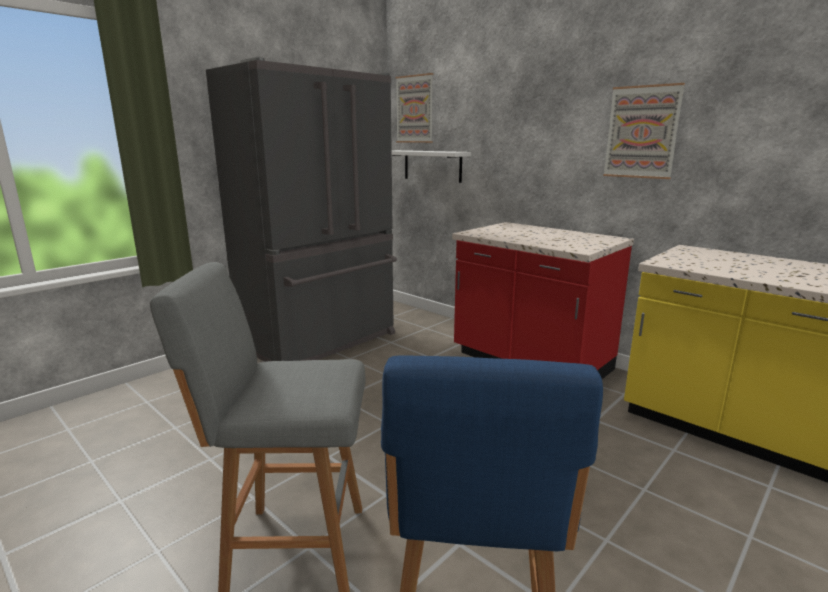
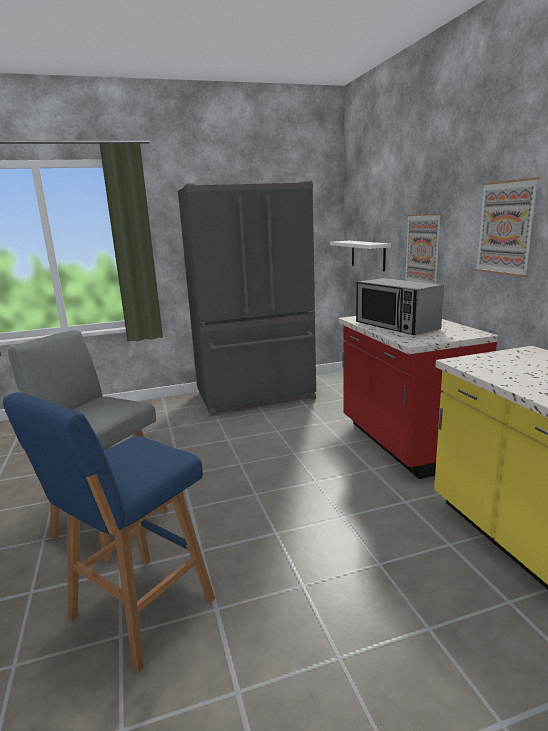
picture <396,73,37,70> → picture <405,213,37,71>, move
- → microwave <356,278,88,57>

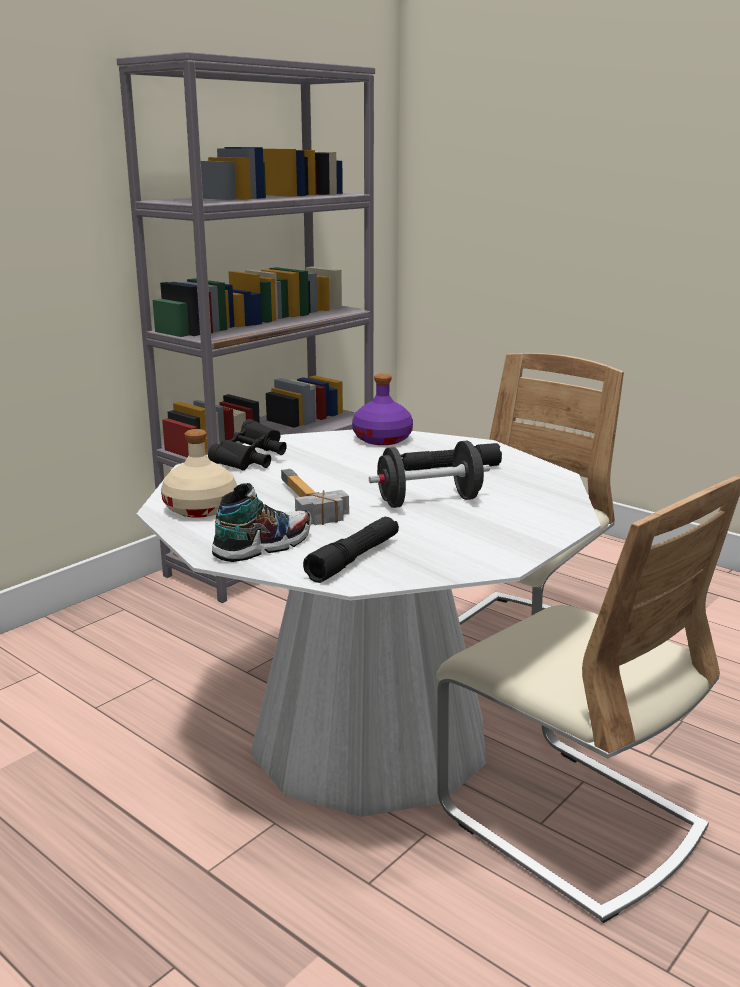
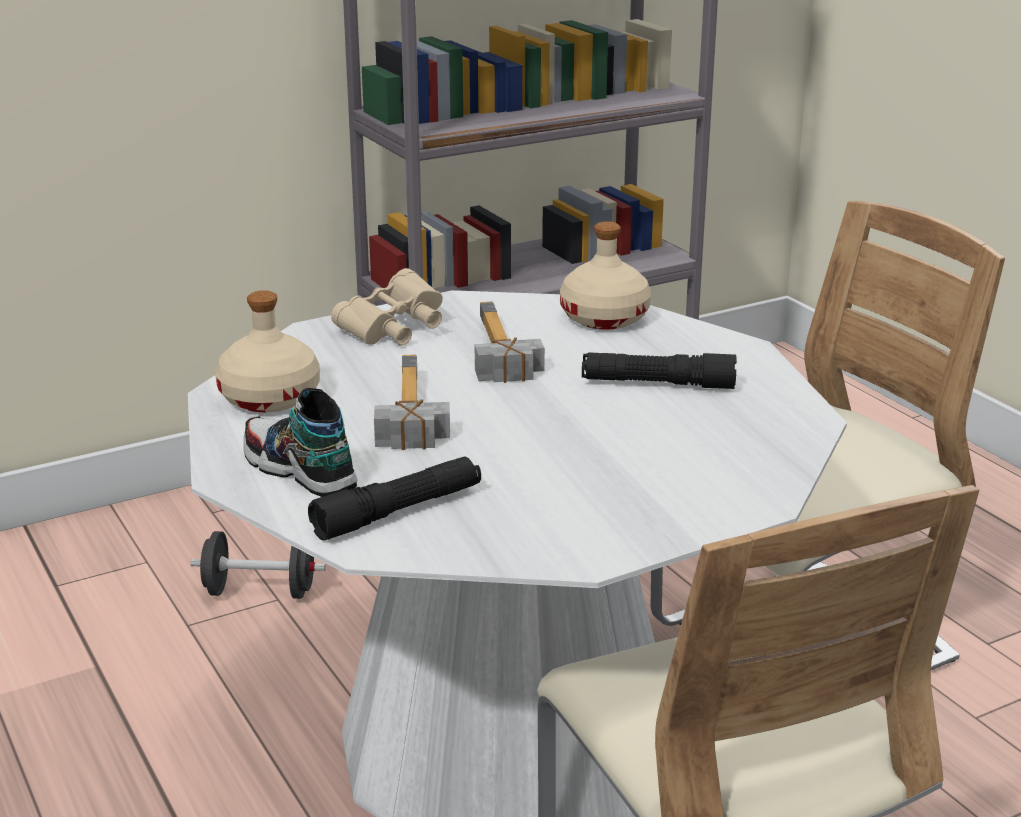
black binoculars <208,419,79,51> → beige binoculars <331,268,112,78>
shoe <212,483,100,79> → shoe <243,388,115,109>, 120 degrees counterclockwise
purple bottle <352,374,61,71> → beige bottle <560,221,91,108>
black dumbbell <369,441,121,67> → black dumbbell <190,531,136,68>, move
- → hammer <475,301,70,82>

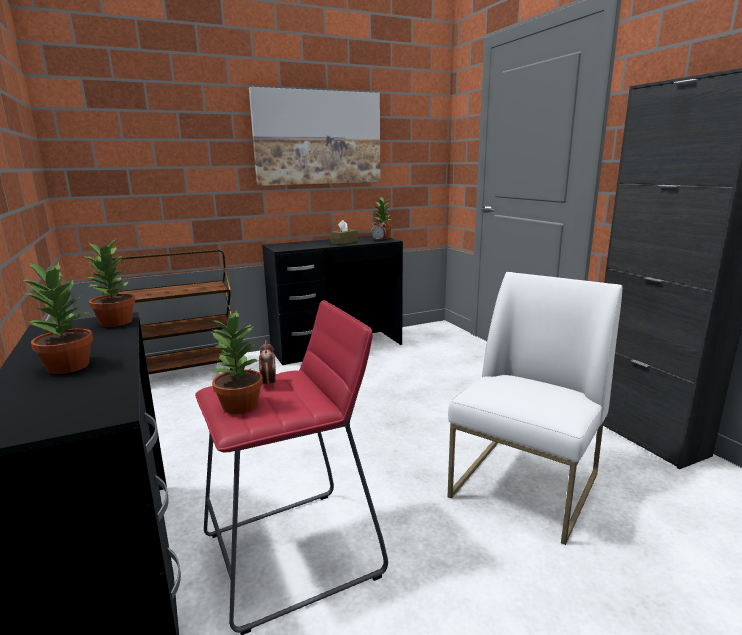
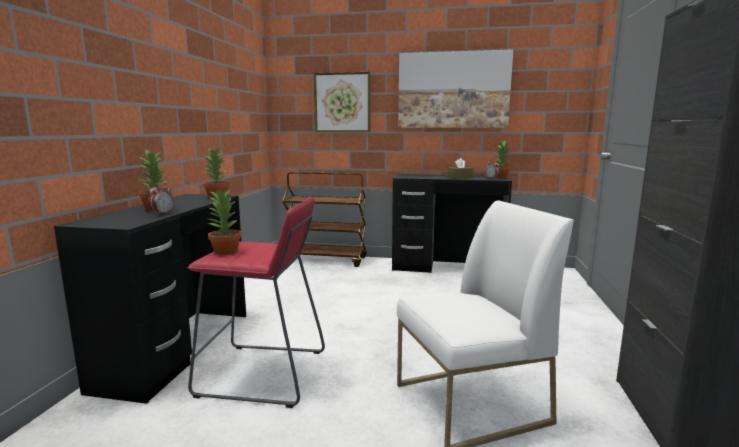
alarm clock <259,340,17,48> → alarm clock <148,182,25,33>, move
- → picture <314,72,57,60>

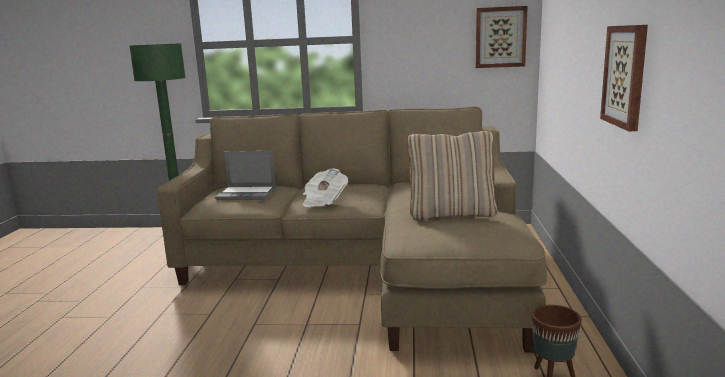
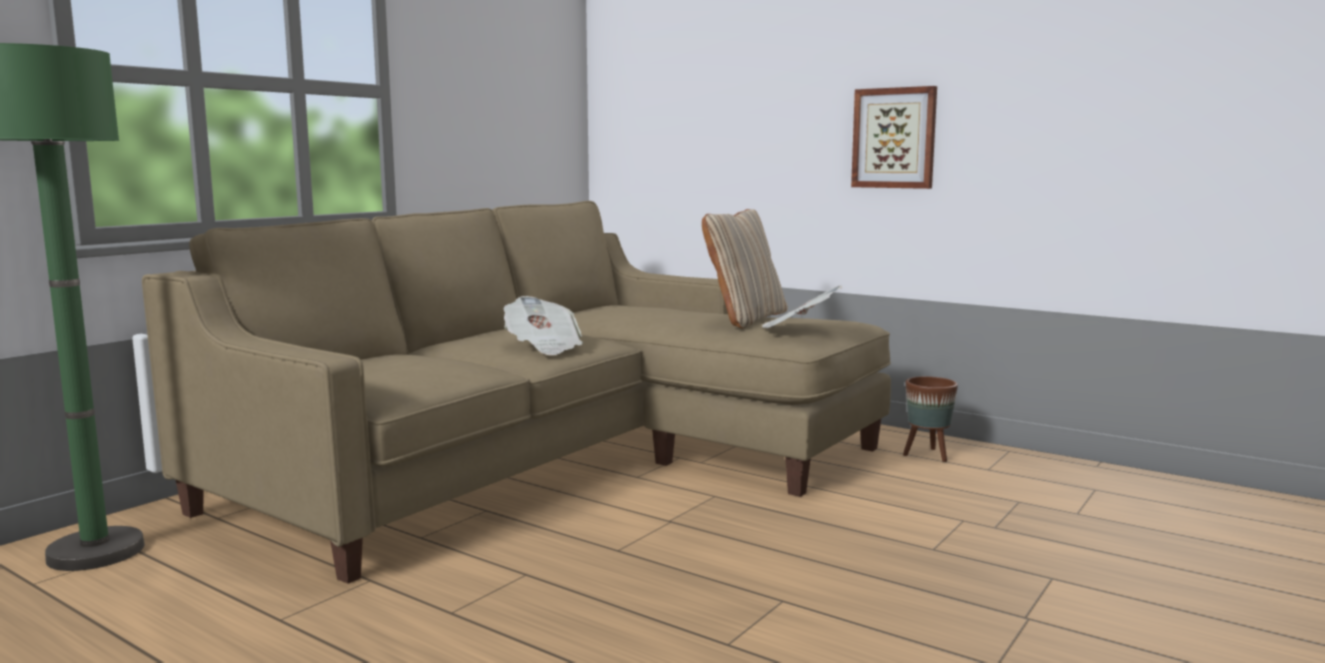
laptop <215,151,61,49> → -
picture <476,6,52,62> → -
- → newspaper <762,285,80,44>

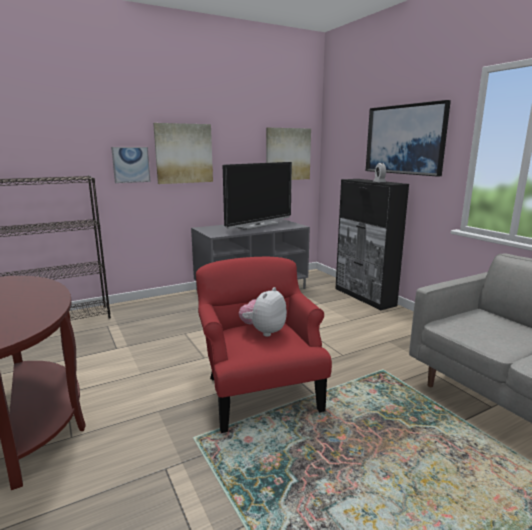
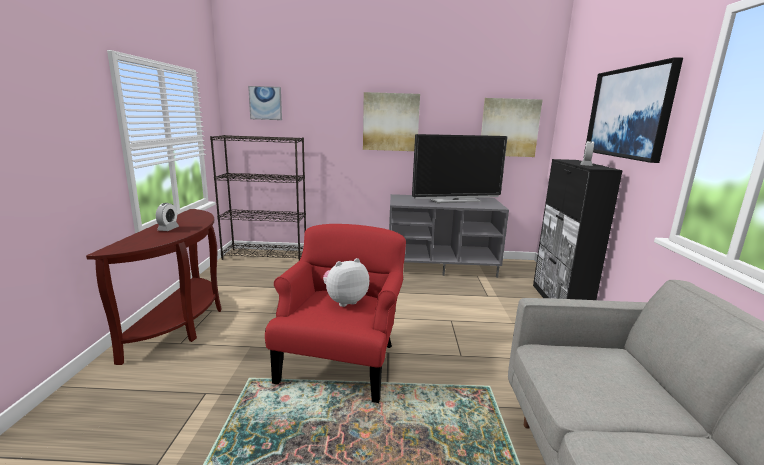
picture <111,147,40,36> → picture <248,86,34,34>, move
- → alarm clock <156,203,23,28>

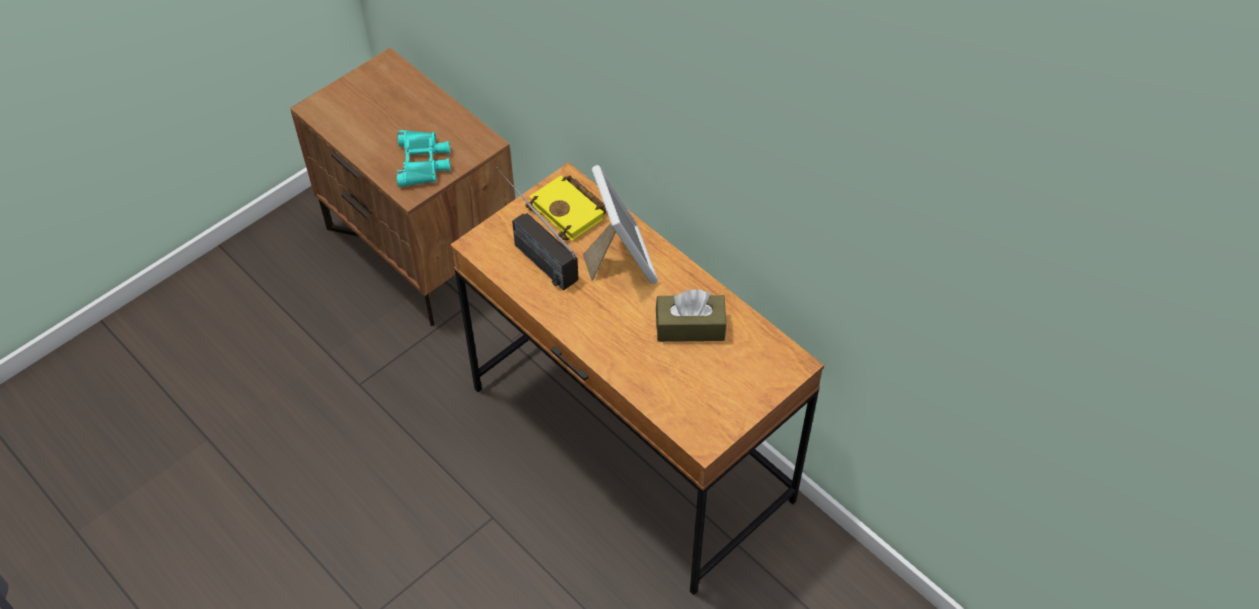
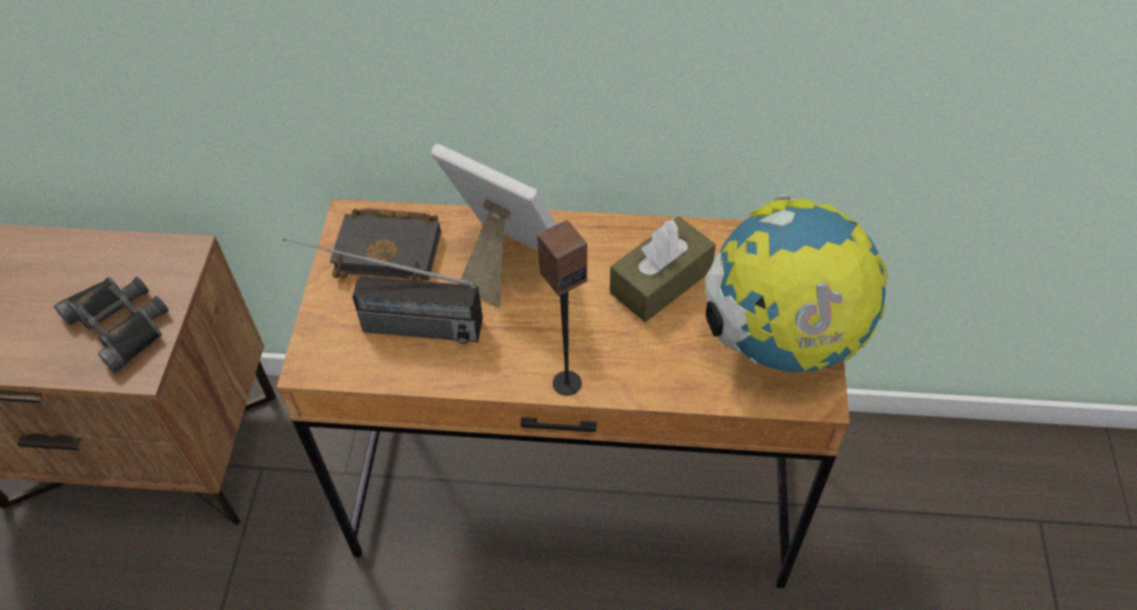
turquoise binoculars <396,130,54,57> → black binoculars <54,277,115,96>
yellow book <525,175,82,66> → black book <330,208,111,73>
- → speaker <537,220,50,176>
- → globe <705,195,182,177>

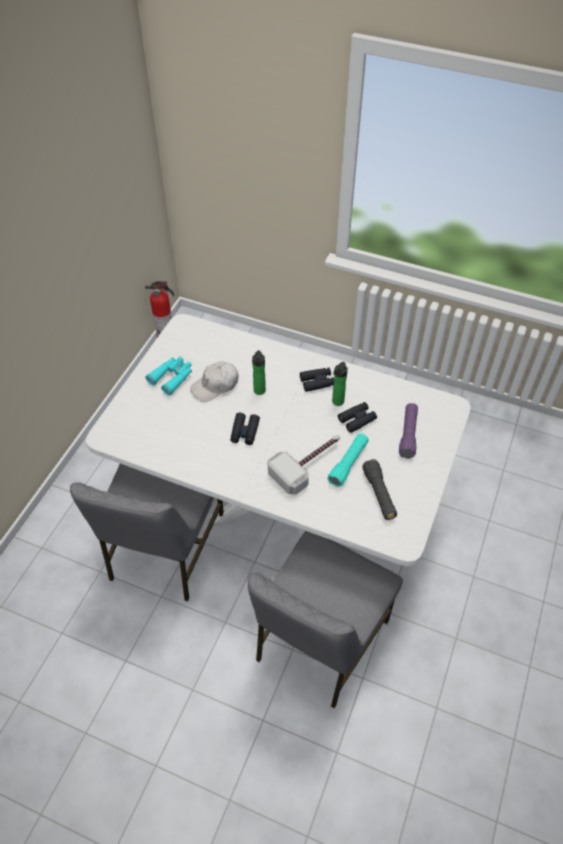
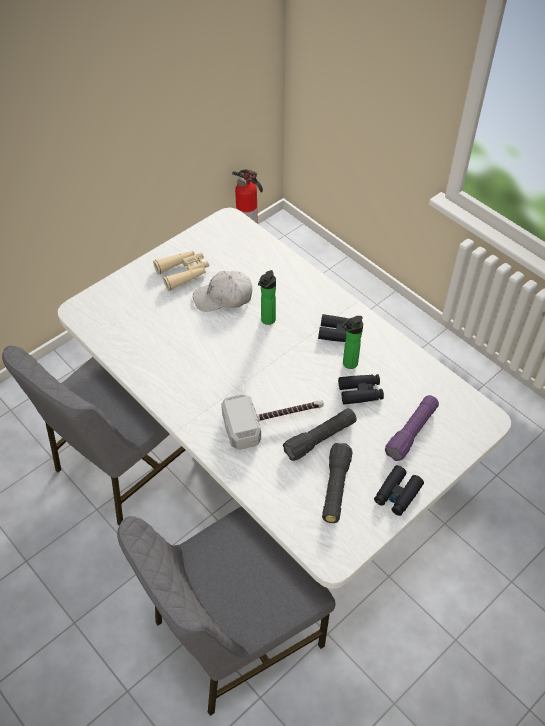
turquoise binoculars <145,357,47,39> → beige binoculars <153,251,56,40>
black binoculars <230,413,30,32> → black binoculars <374,465,50,51>, move
turquoise flashlight <327,433,41,54> → black flashlight <283,408,74,53>

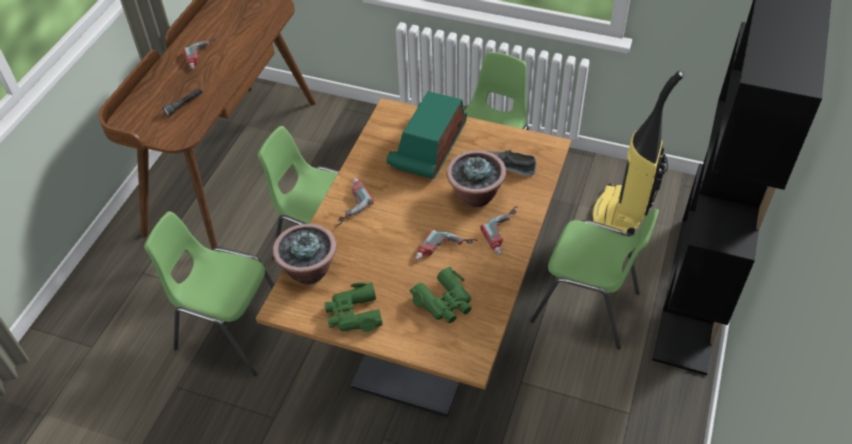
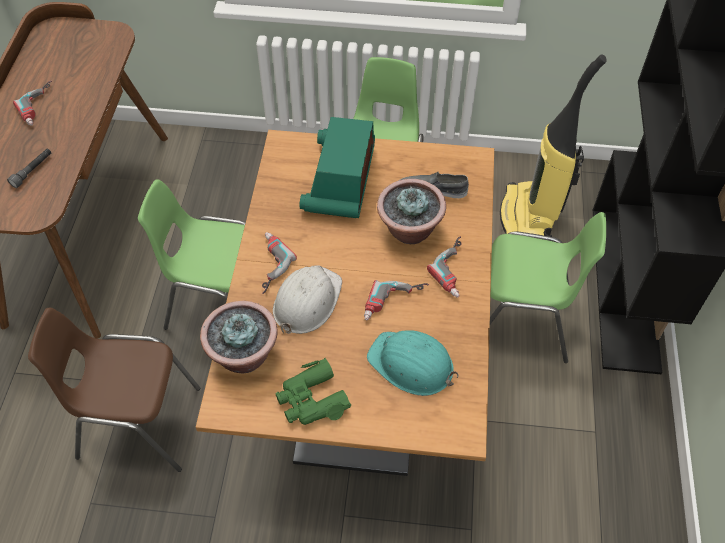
green chair <144,211,130,165> → brown chair <28,308,172,164>
green binoculars <410,267,62,56> → turquoise hard hat <367,330,92,66>
- → white hard hat <273,265,69,69>

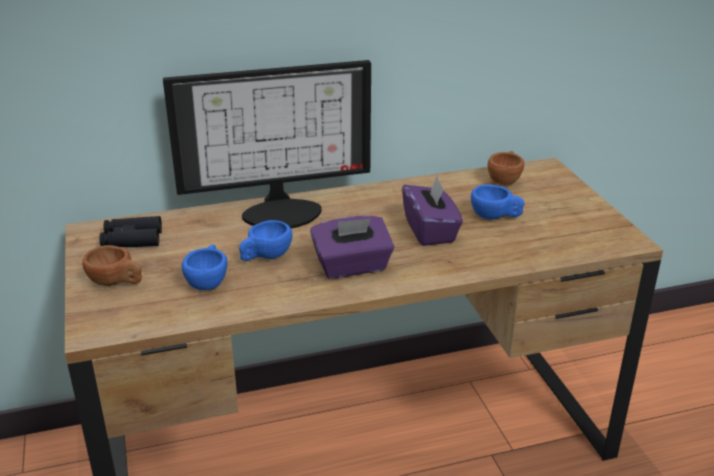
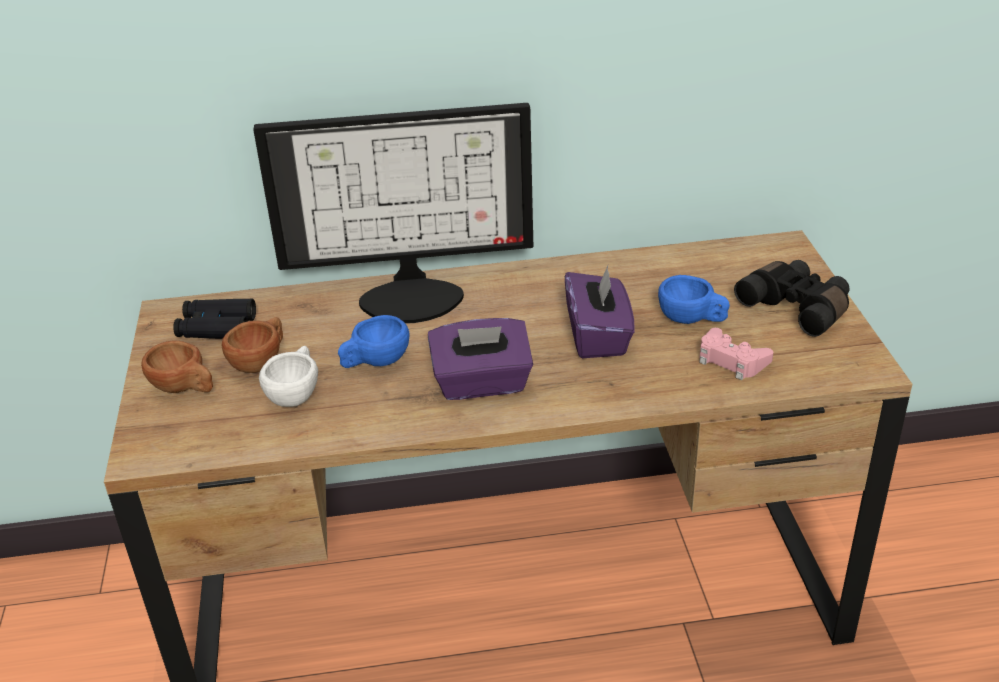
blue cup <182,244,46,46> → white cup <259,346,59,61>
brown cup <487,151,37,34> → brown cup <221,317,62,56>, move
- → pink game controller <699,328,74,52>
- → black binoculars <734,260,115,77>

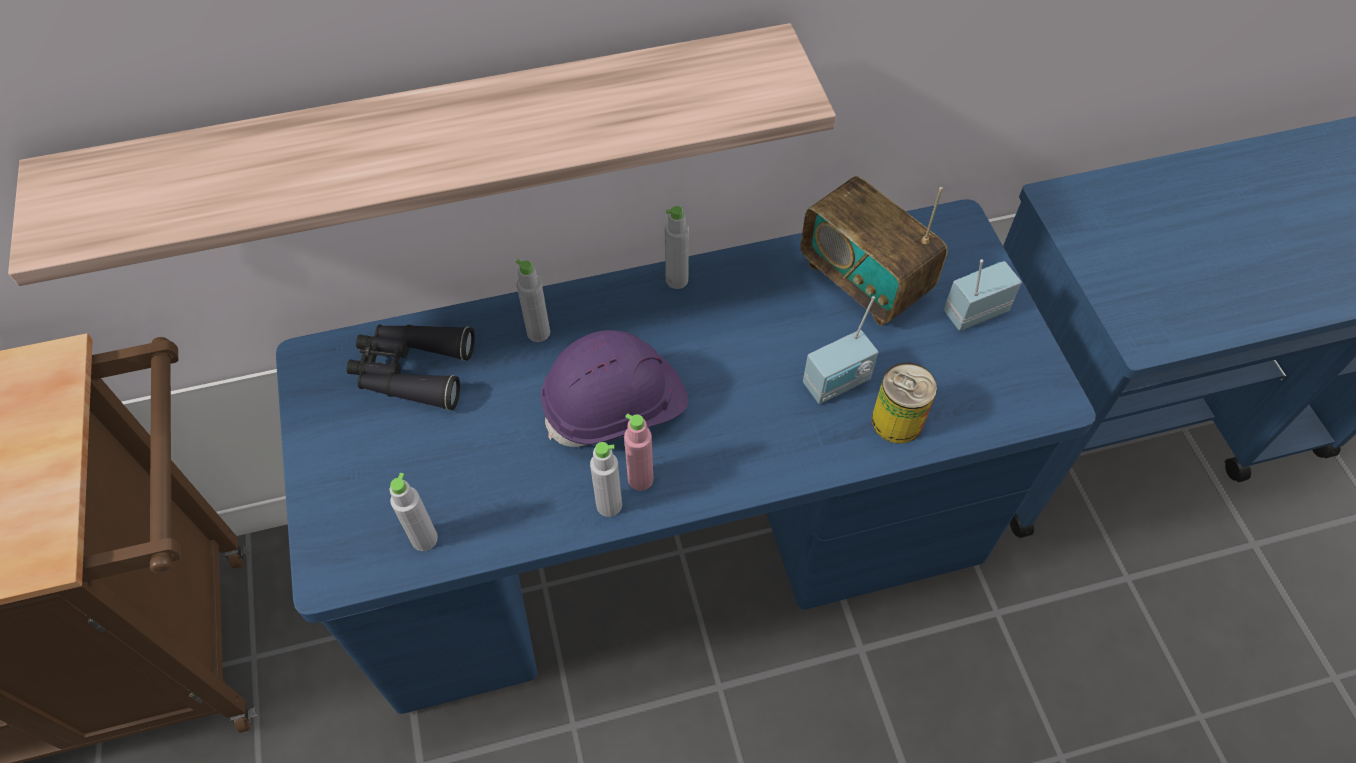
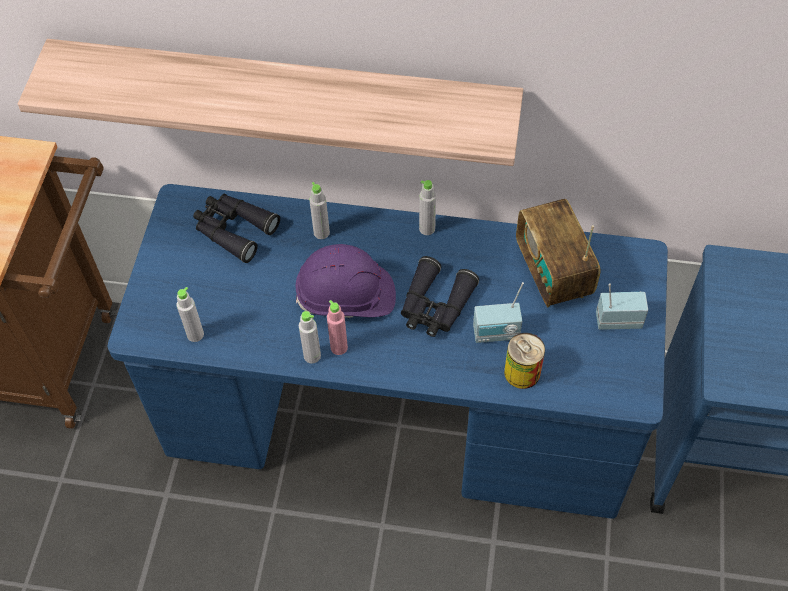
- → black binoculars <401,256,78,81>

